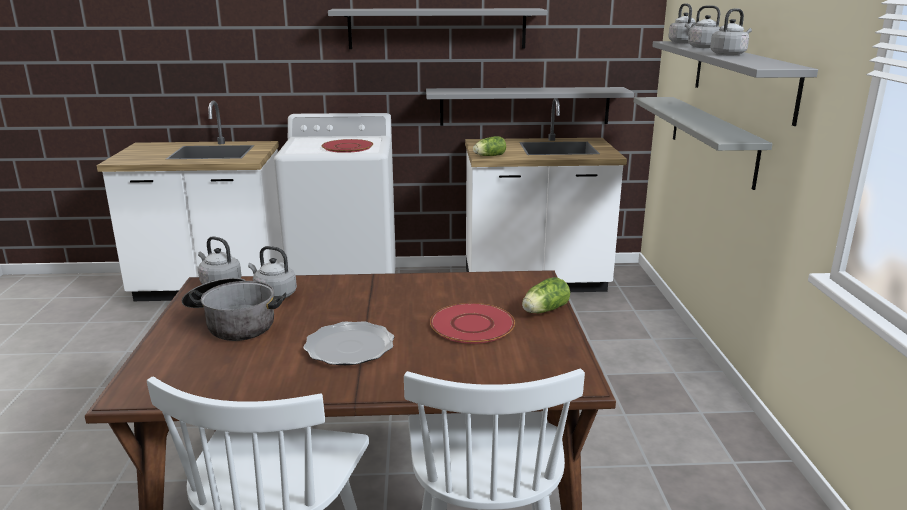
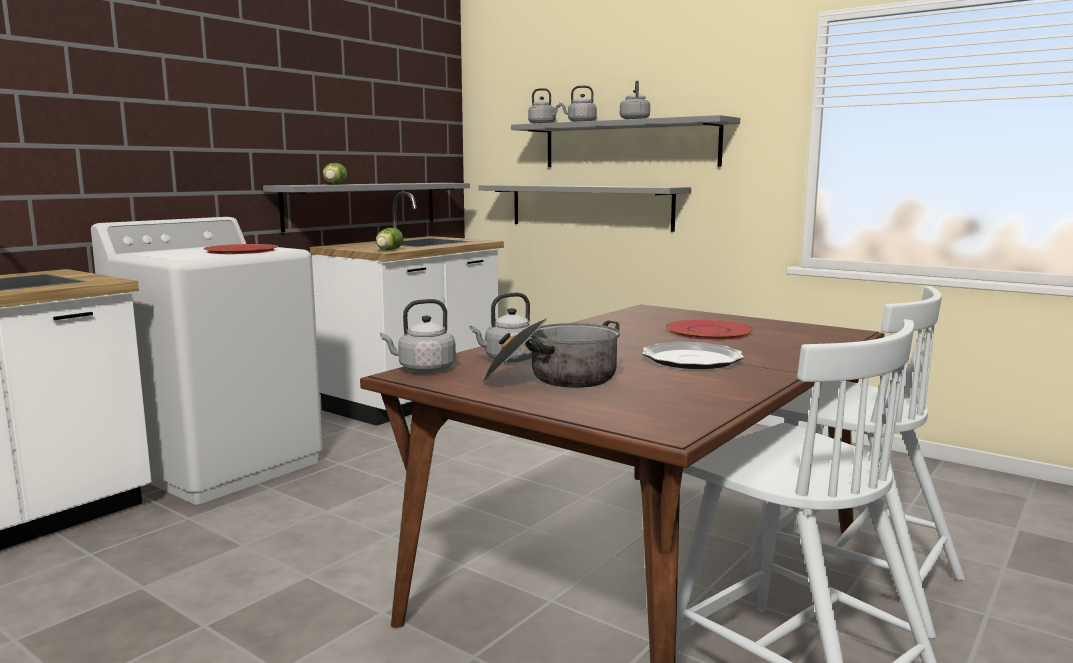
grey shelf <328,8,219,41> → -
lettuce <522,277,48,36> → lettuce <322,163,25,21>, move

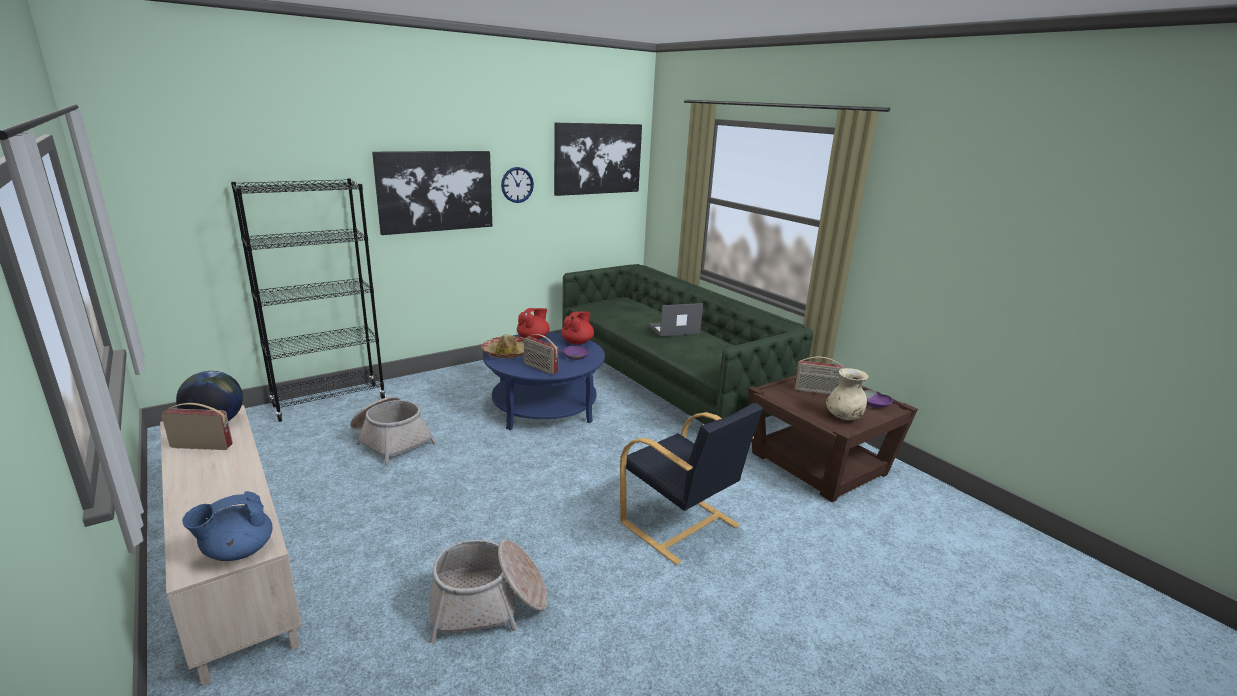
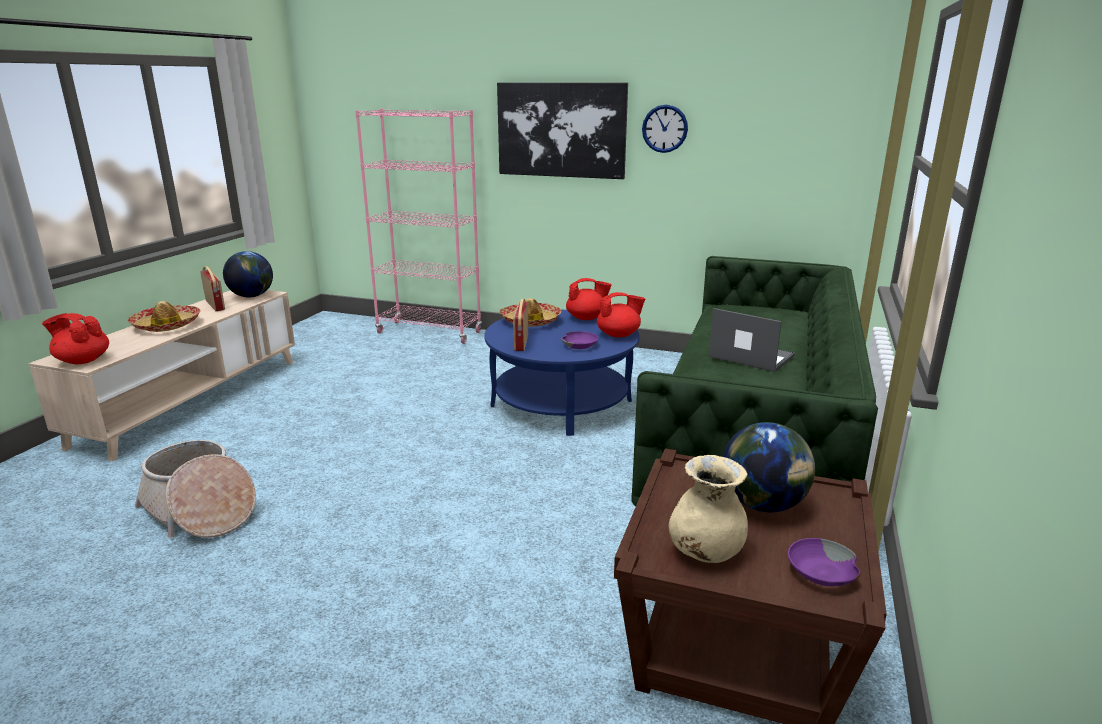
blue teapot <182,491,91,70> → red teapot <42,313,67,51>
black bookcase <231,178,155,244> → pink bookcase <355,109,127,235>
basket <350,396,86,69> → -
picture <554,123,88,73> → -
black armchair <620,403,143,162> → -
radio <794,357,50,38> → globe <723,422,92,90>
- → hat <128,301,72,31>

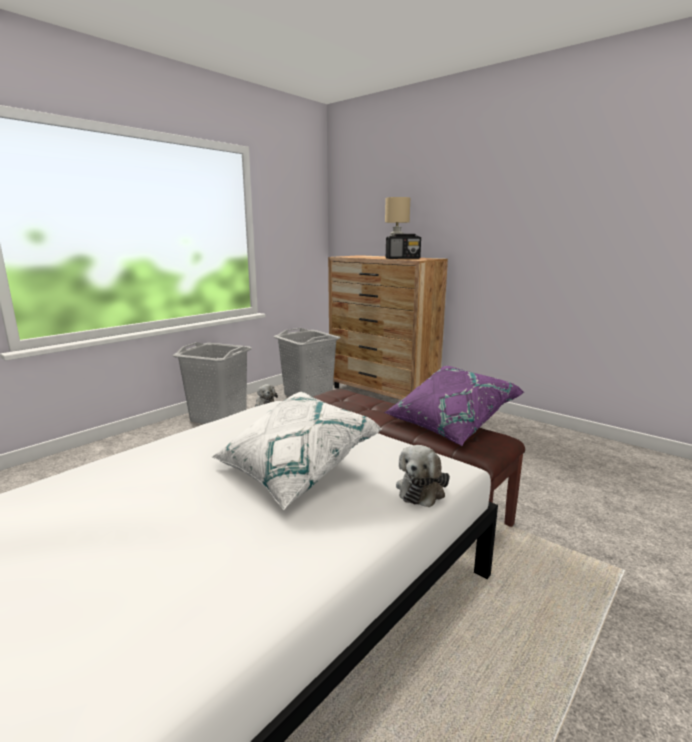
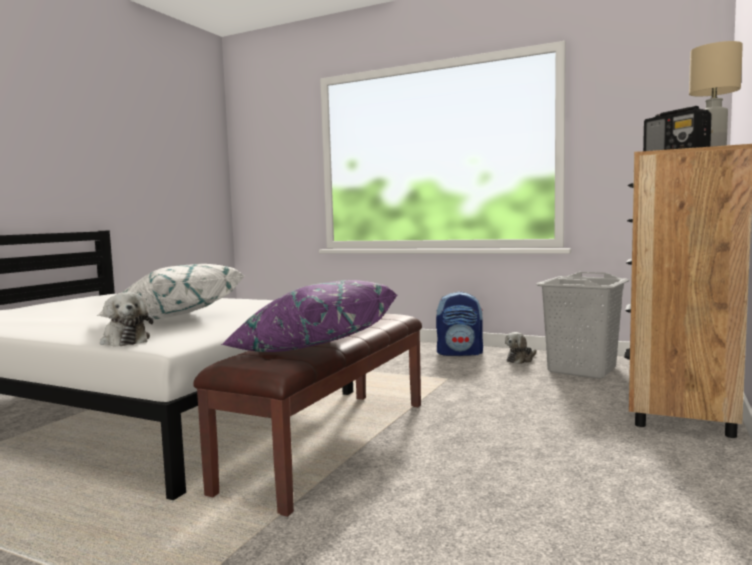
grey laundry basket <173,342,79,82> → backpack <436,292,47,64>
plush toy <396,445,54,62> → plush toy <100,292,54,54>, 135 degrees counterclockwise

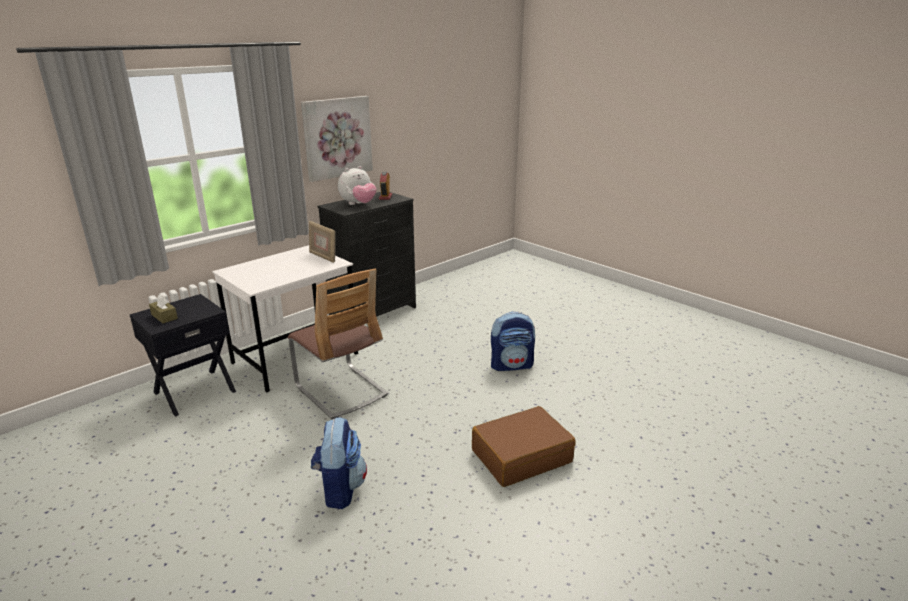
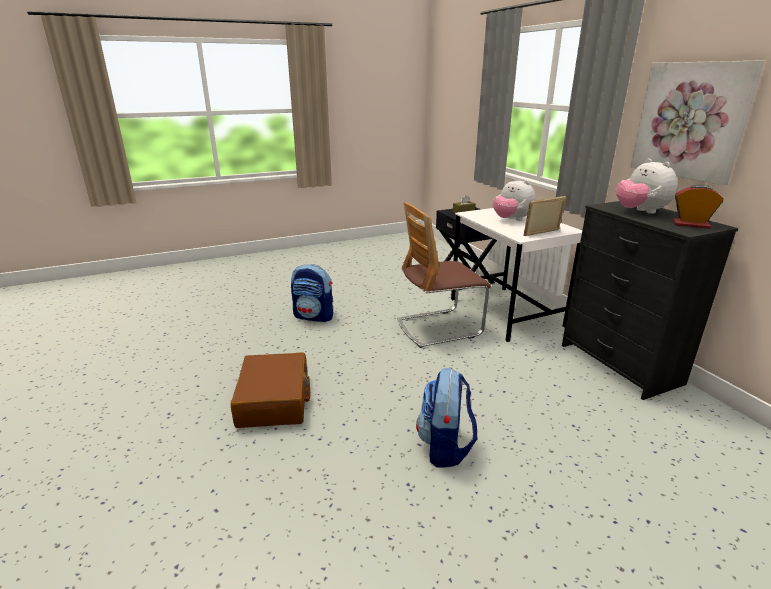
- → plush toy <493,178,43,43>

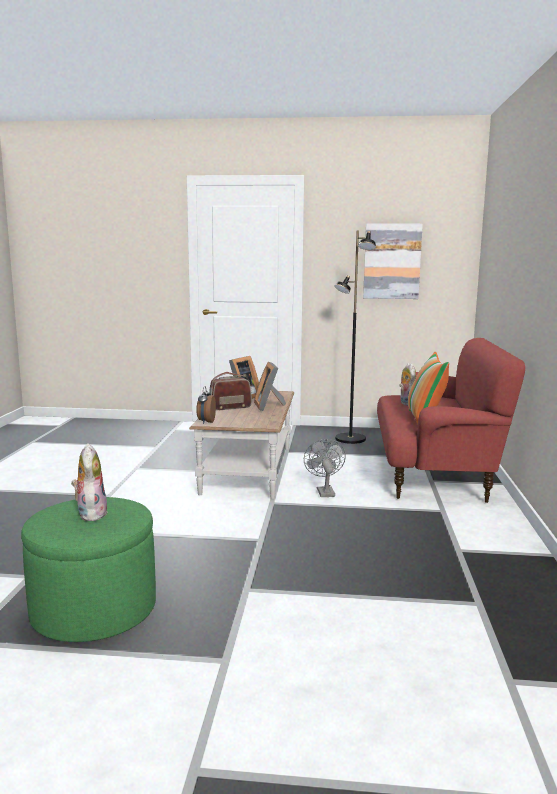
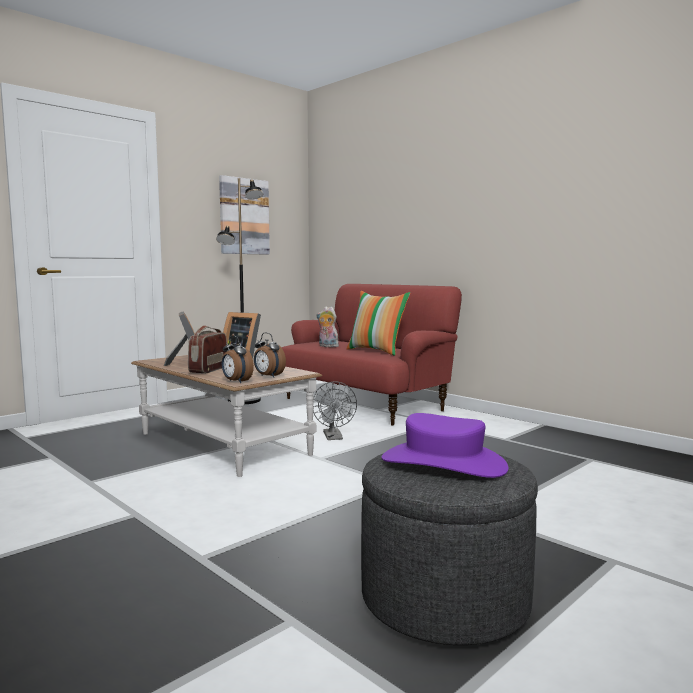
green ottoman <21,497,135,145> → grey ottoman <361,453,177,192>
plush toy <71,444,37,77> → purple hat <382,413,126,65>
grey fan <304,439,42,58> → grey fan <313,381,44,59>, 135 degrees counterclockwise
- → alarm clock <254,332,32,46>

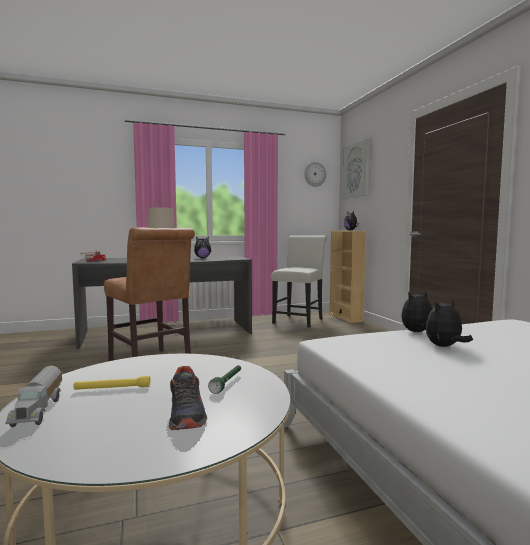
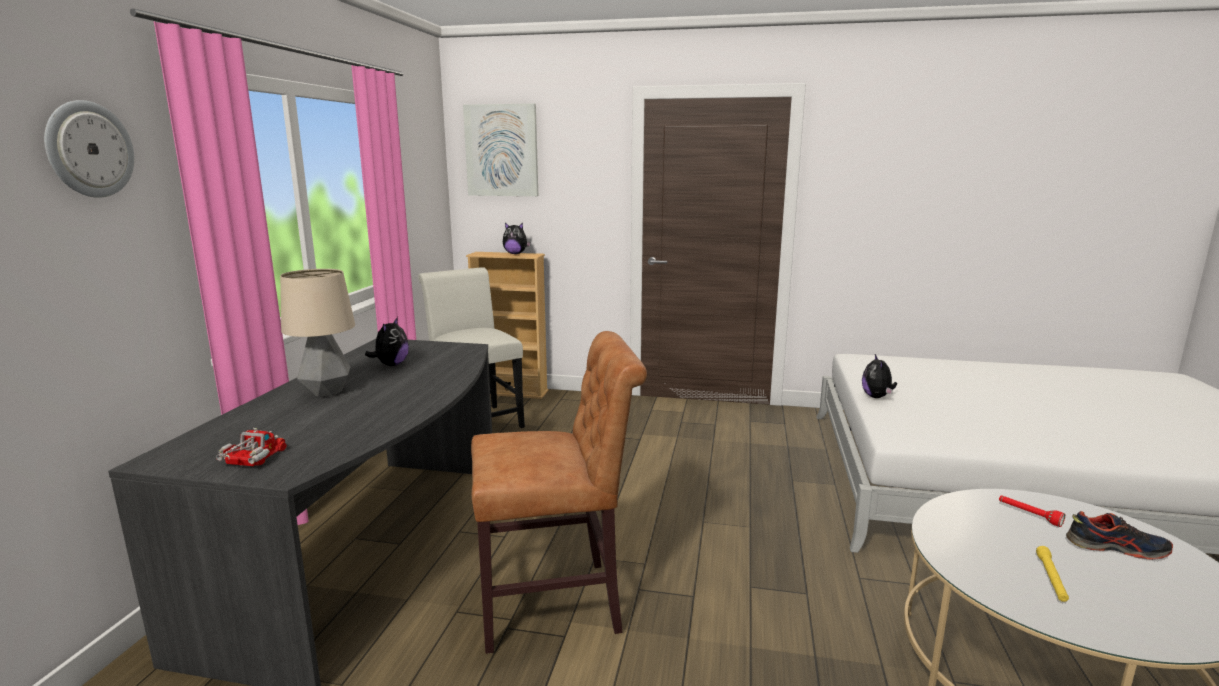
toy truck <6,365,56,62> → -
green flashlight <208,365,33,29> → red flashlight <999,495,66,32>
wall clock <304,162,23,25> → wall clock <44,100,90,98>, move
plush toy <426,299,47,48> → -

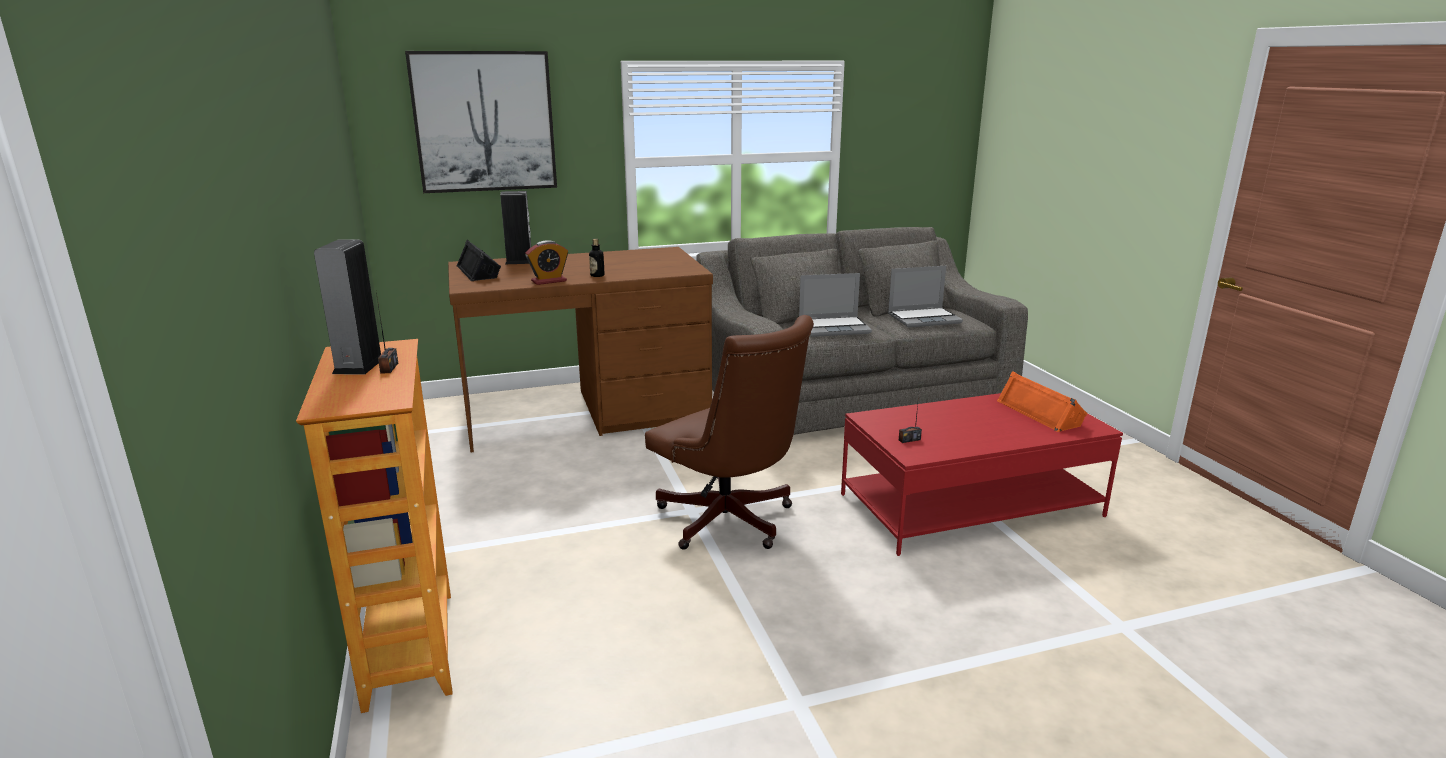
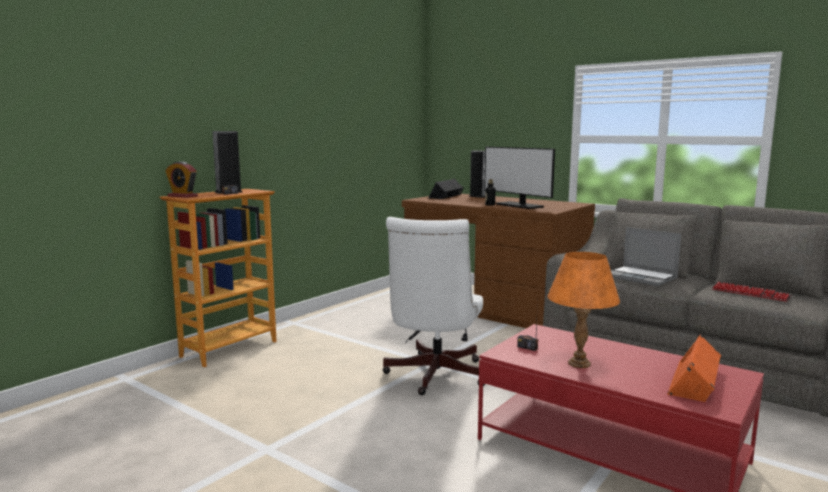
picture <405,51,152,142> → -
alarm clock <525,240,43,45> → alarm clock <165,161,33,37>, move
brown office chair <645,315,169,235> → white office chair <383,217,102,178>
laptop <888,266,75,61> → keyboard <712,282,79,20>
- → monitor <484,147,71,62>
- → orange table lamp <547,252,73,116>

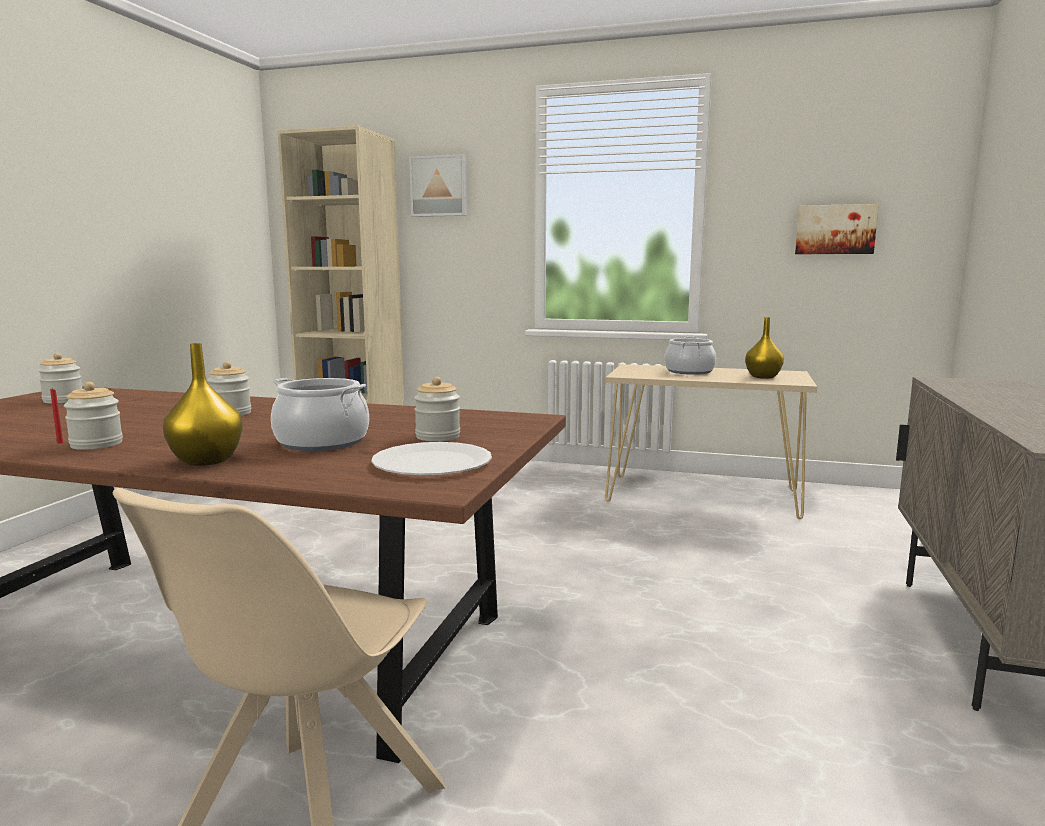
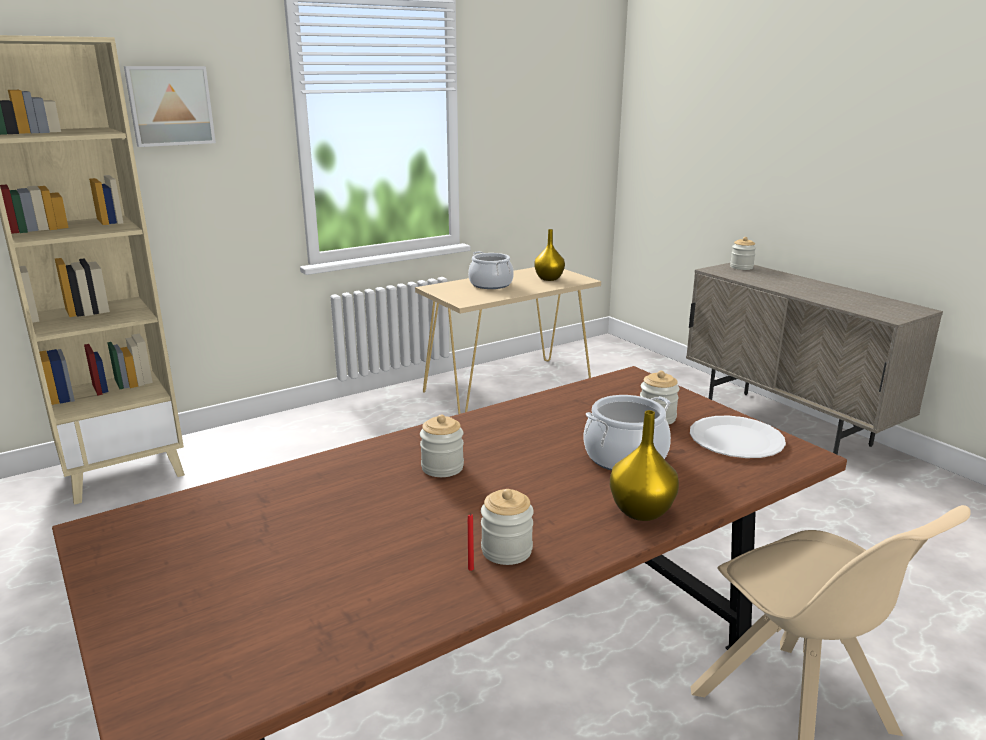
jar <38,353,44,51> → jar <730,237,26,33>, move
picture <795,204,84,50> → -

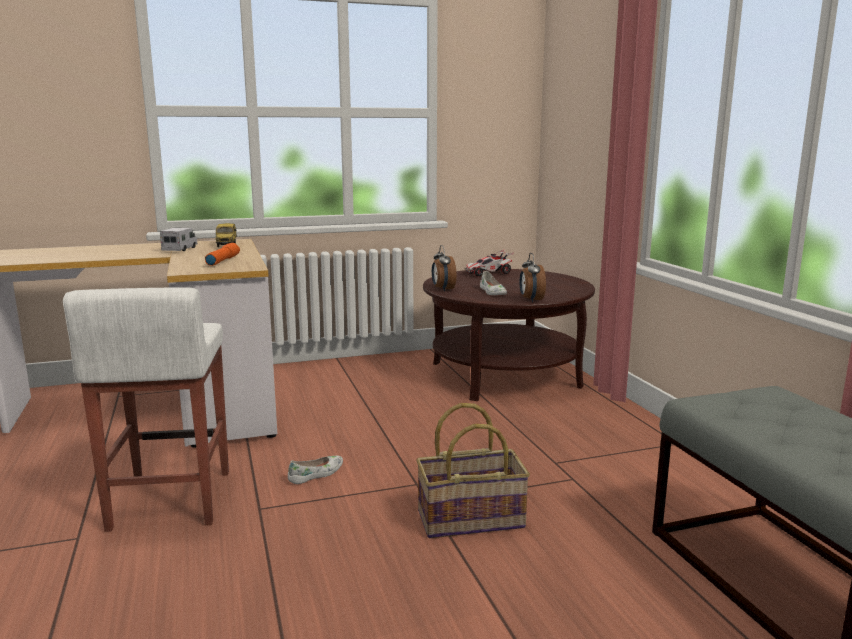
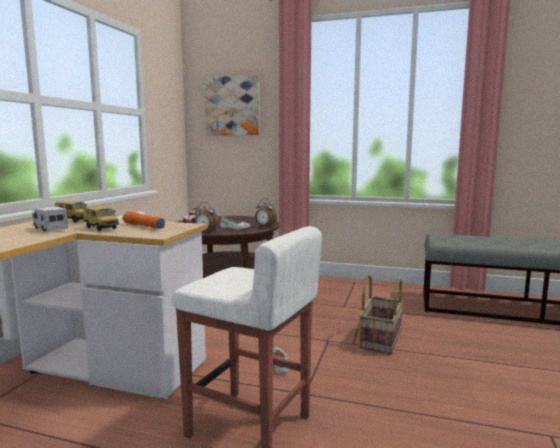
- → toy car <83,206,36,25>
- → picture <205,75,55,61>

